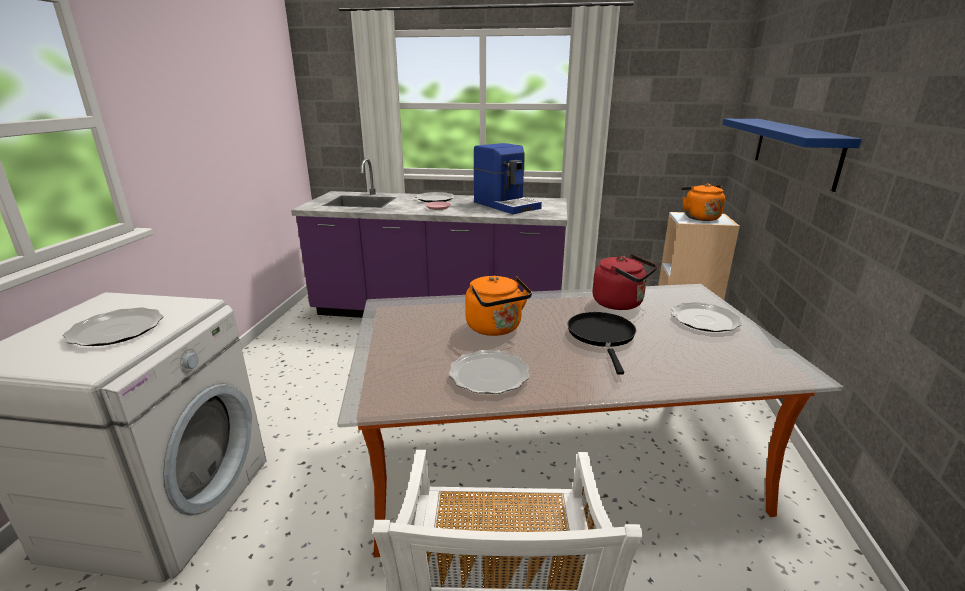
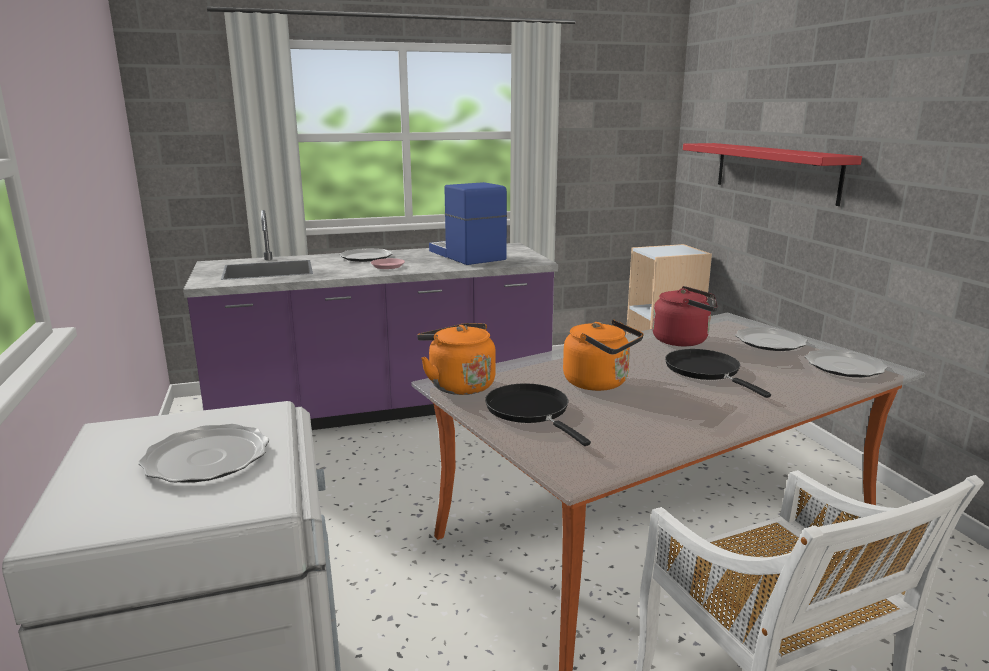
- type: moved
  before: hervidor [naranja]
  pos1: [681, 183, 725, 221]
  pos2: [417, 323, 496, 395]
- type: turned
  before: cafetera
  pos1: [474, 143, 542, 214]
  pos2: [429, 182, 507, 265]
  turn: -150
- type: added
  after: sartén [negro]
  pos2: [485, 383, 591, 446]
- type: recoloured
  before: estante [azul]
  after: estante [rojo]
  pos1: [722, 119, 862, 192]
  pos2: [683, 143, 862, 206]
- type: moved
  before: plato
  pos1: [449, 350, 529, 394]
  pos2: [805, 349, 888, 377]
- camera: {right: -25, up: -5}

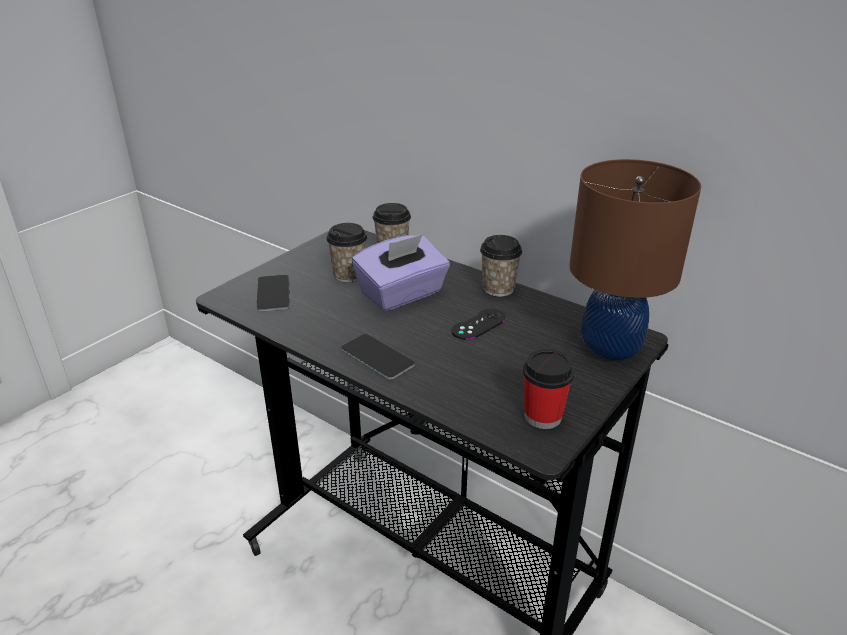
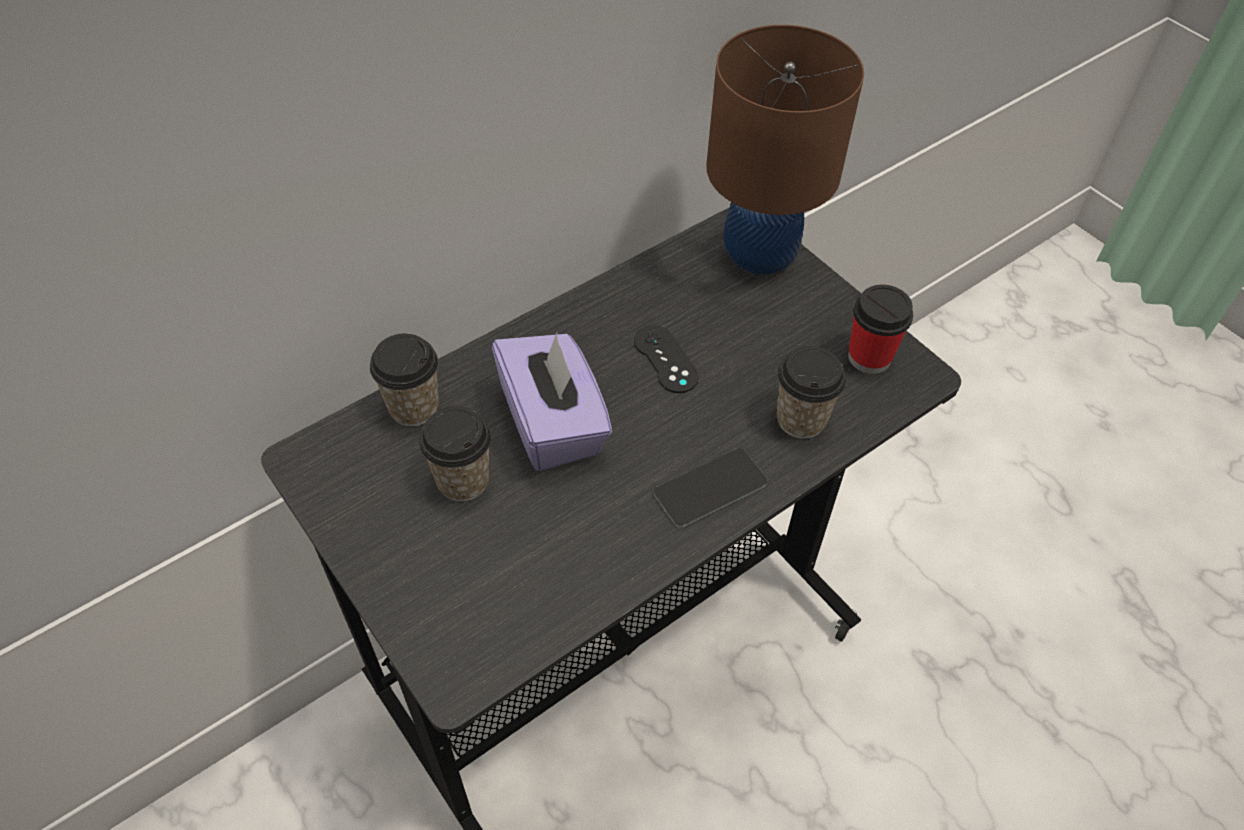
- type: moved
  before: taza
  pos1: [480, 235, 522, 297]
  pos2: [777, 346, 846, 439]
- type: removed
  before: móvil
  pos1: [256, 275, 290, 312]
- camera: {right: -75, up: 20}

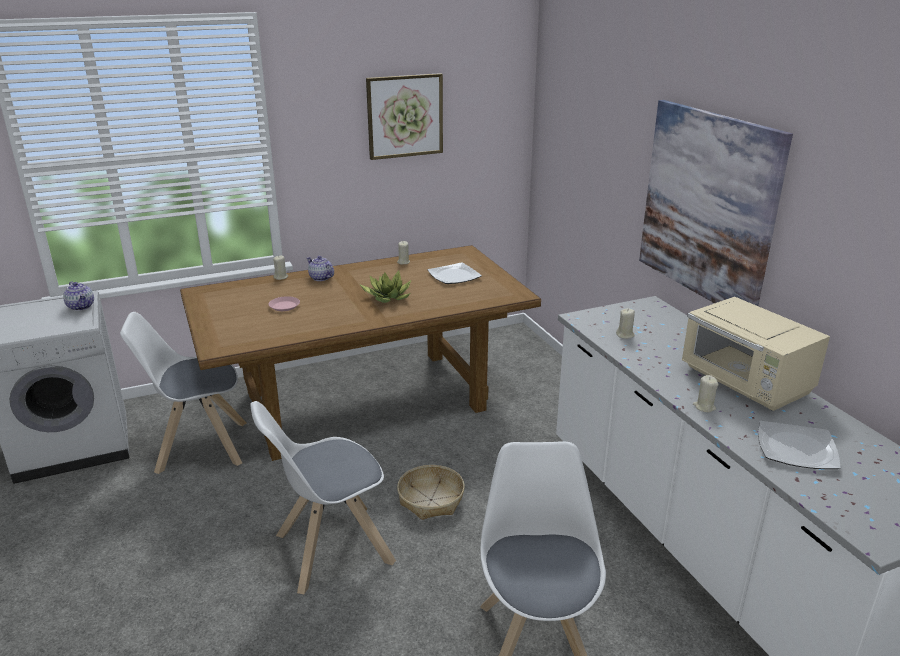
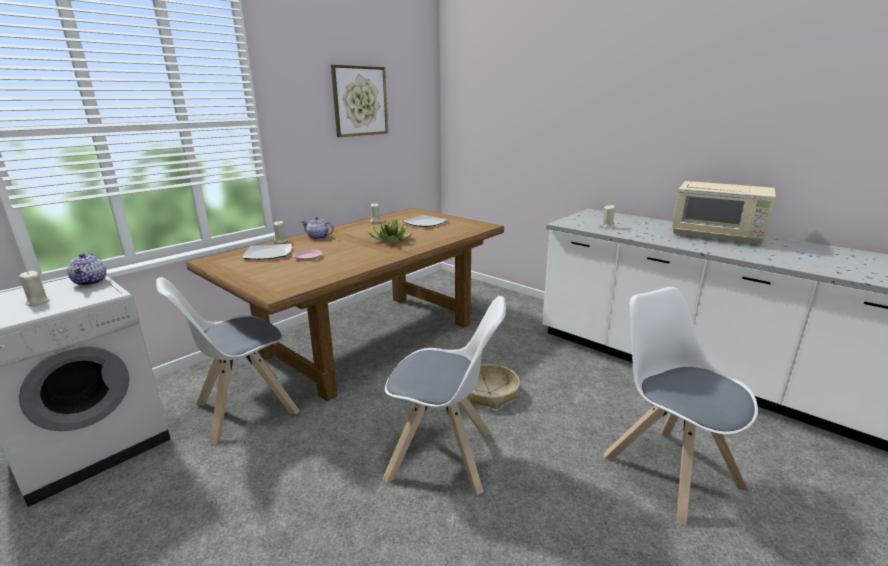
- type: moved
  before: vela [beis]
  pos1: [693, 375, 719, 412]
  pos2: [19, 271, 50, 306]
- type: turned
  before: tetera
  pos1: [63, 281, 94, 311]
  pos2: [67, 253, 107, 286]
  turn: 45
- type: moved
  before: plato
  pos1: [758, 421, 840, 469]
  pos2: [242, 243, 292, 260]
- type: turned
  before: silla
  pos1: [250, 401, 396, 594]
  pos2: [382, 296, 506, 495]
  turn: -120
- type: removed
  before: cuadro
  pos1: [639, 100, 793, 306]
- camera: {right: -25, up: -5}

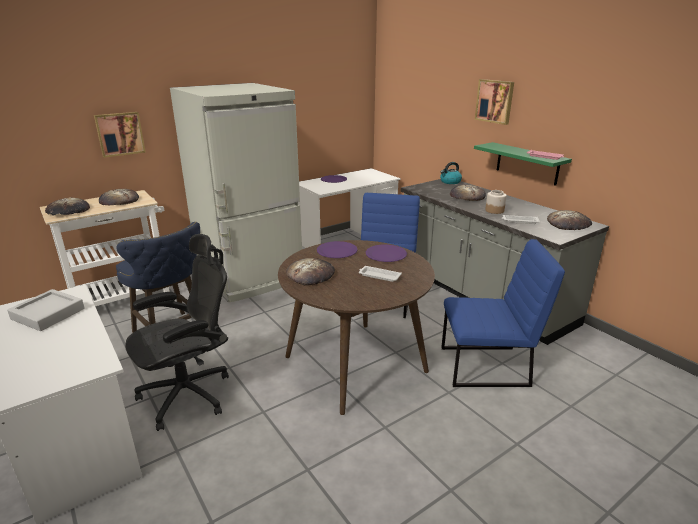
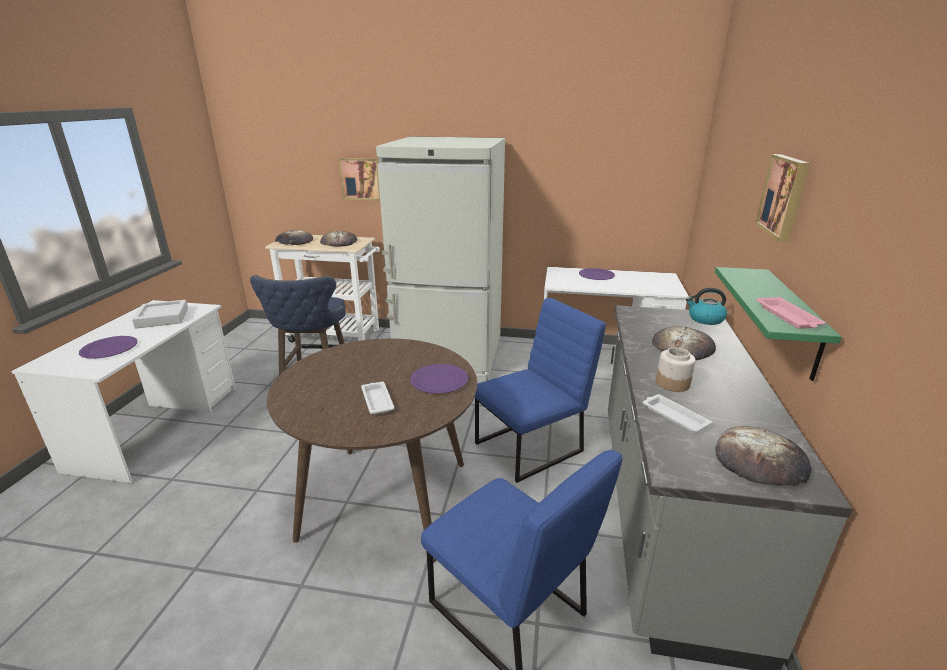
- type: moved
  before: plato [morado]
  pos1: [317, 241, 358, 258]
  pos2: [79, 336, 138, 359]
- type: removed
  before: silla de oficina
  pos1: [125, 234, 229, 431]
- type: removed
  before: pan
  pos1: [286, 258, 335, 285]
- camera: {right: 45, up: 0}

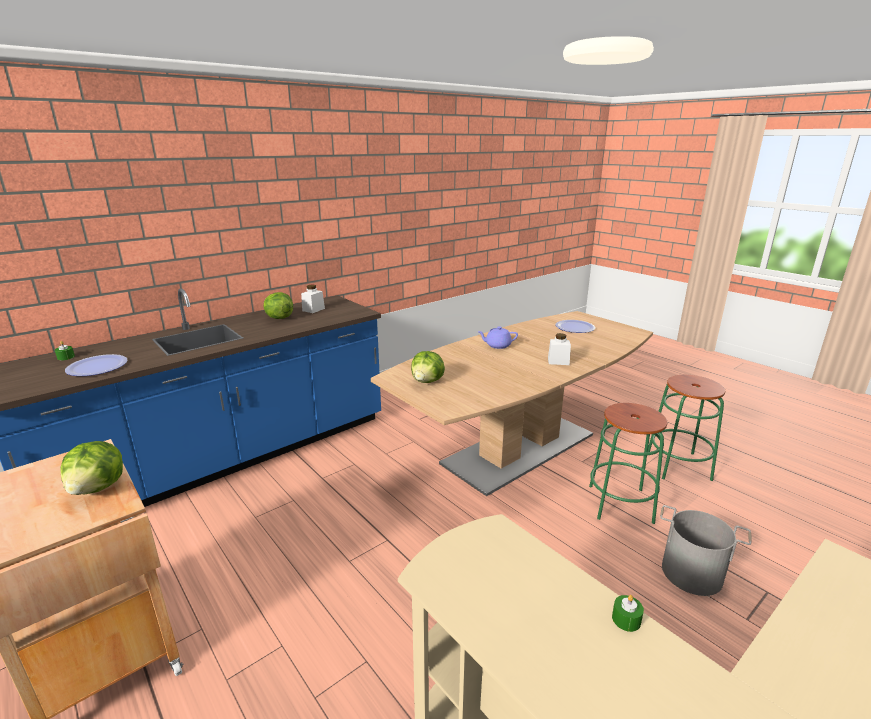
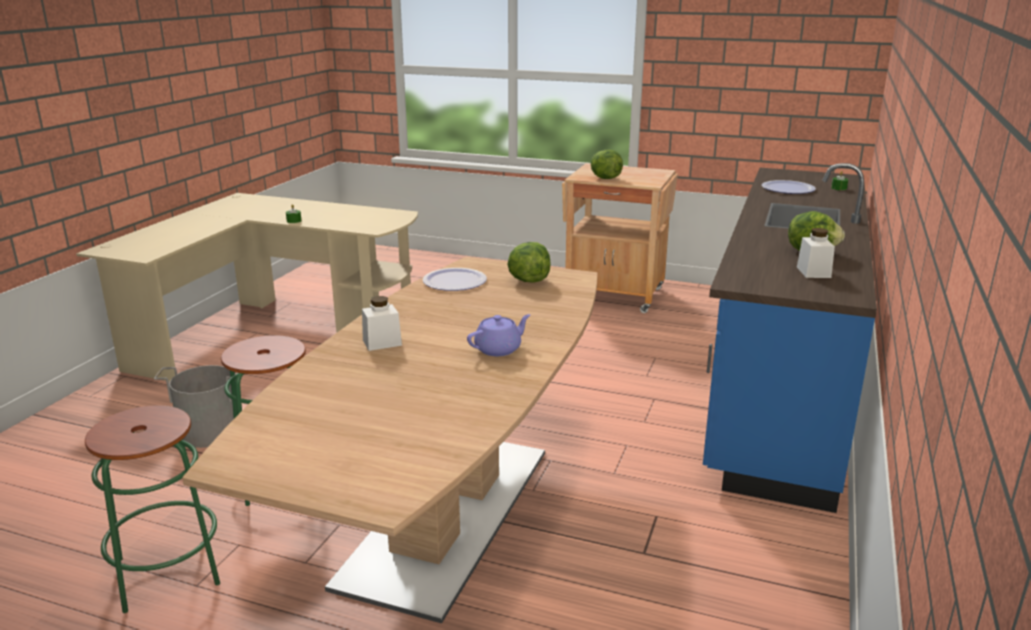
- type: moved
  before: plato
  pos1: [555, 320, 595, 333]
  pos2: [422, 268, 487, 291]
- camera: {right: 150, up: 0}

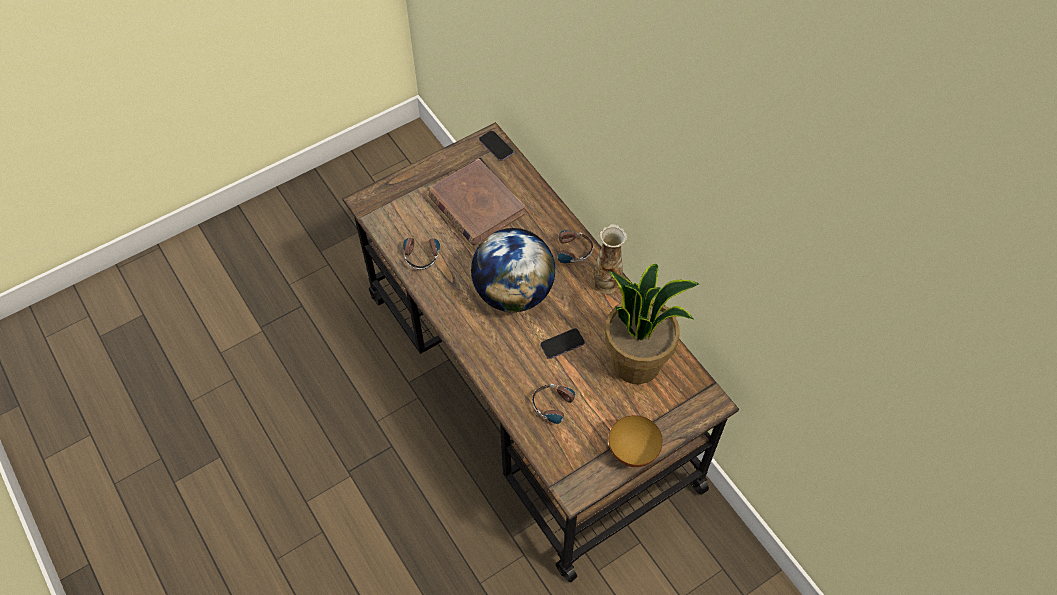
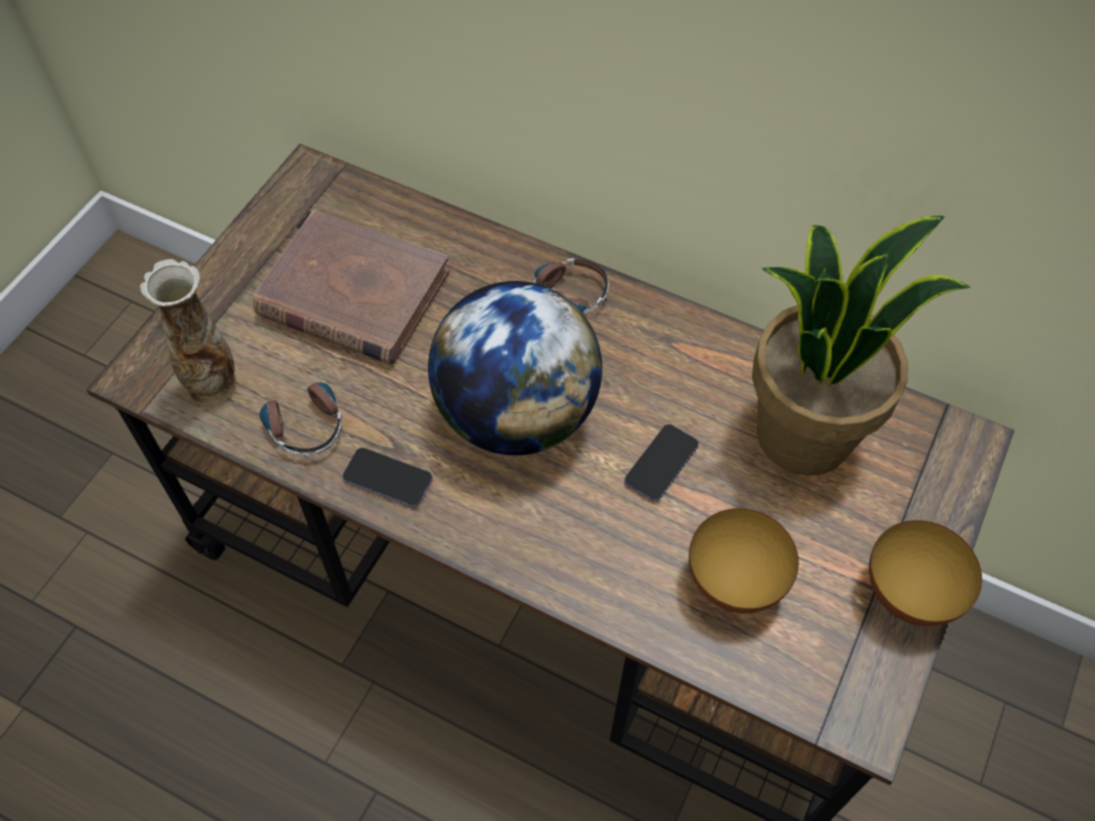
- type: moved
  before: florero
  pos1: [594, 224, 627, 294]
  pos2: [140, 259, 236, 405]
- type: moved
  before: móvil
  pos1: [479, 130, 514, 161]
  pos2: [342, 448, 433, 508]
- type: replaced
  before: auriculares
  after: cuenco
  pos1: [532, 384, 580, 426]
  pos2: [689, 508, 799, 613]
- camera: {right: -30, up: 0}

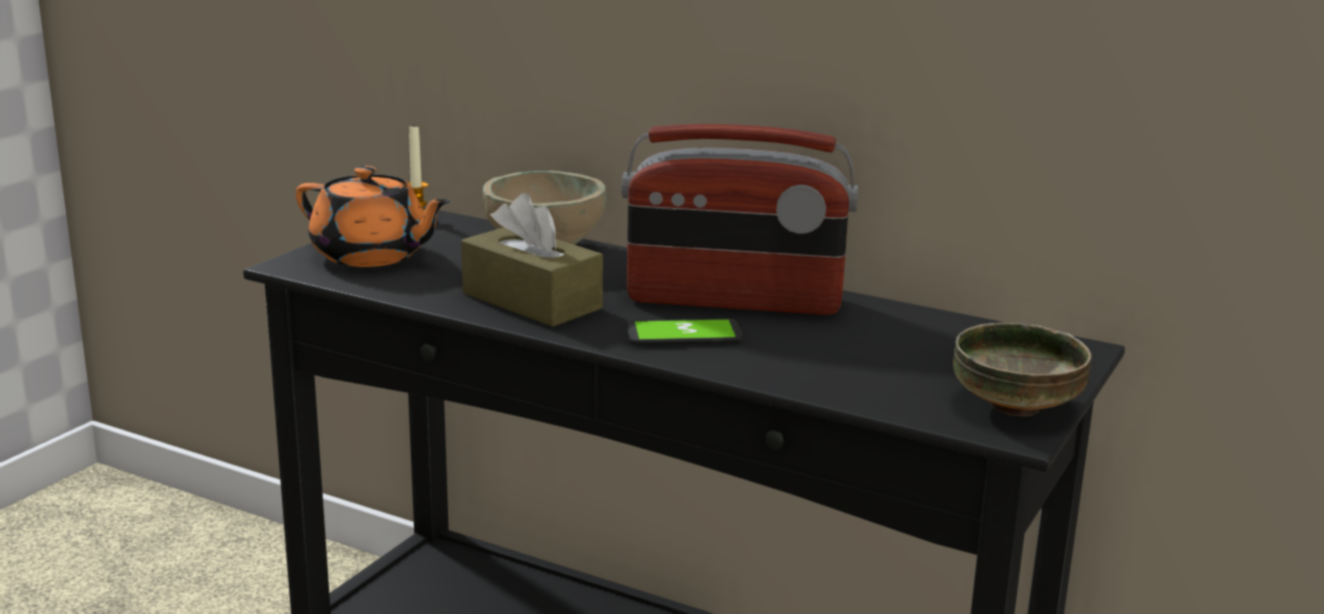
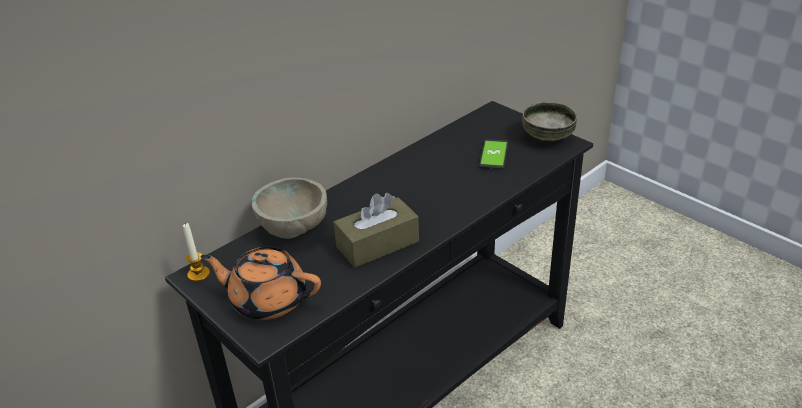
- type: turned
  before: tetera [naranja]
  pos1: [296, 166, 451, 267]
  pos2: [201, 247, 321, 320]
  turn: -120
- type: moved
  before: móvil
  pos1: [626, 318, 743, 345]
  pos2: [479, 139, 509, 170]
- type: removed
  before: radio
  pos1: [621, 124, 858, 315]
- camera: {right: -70, up: 15}

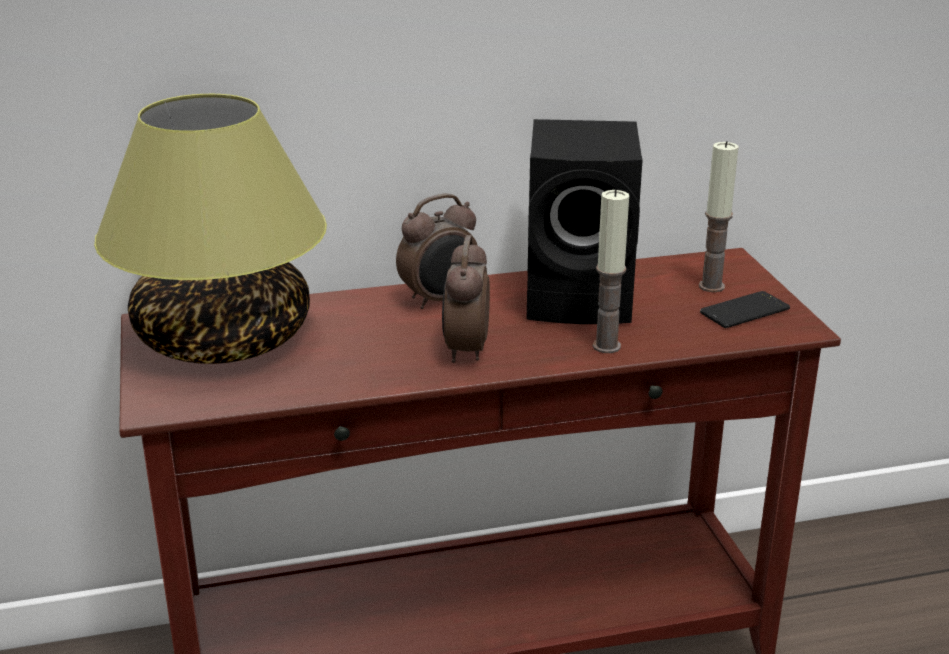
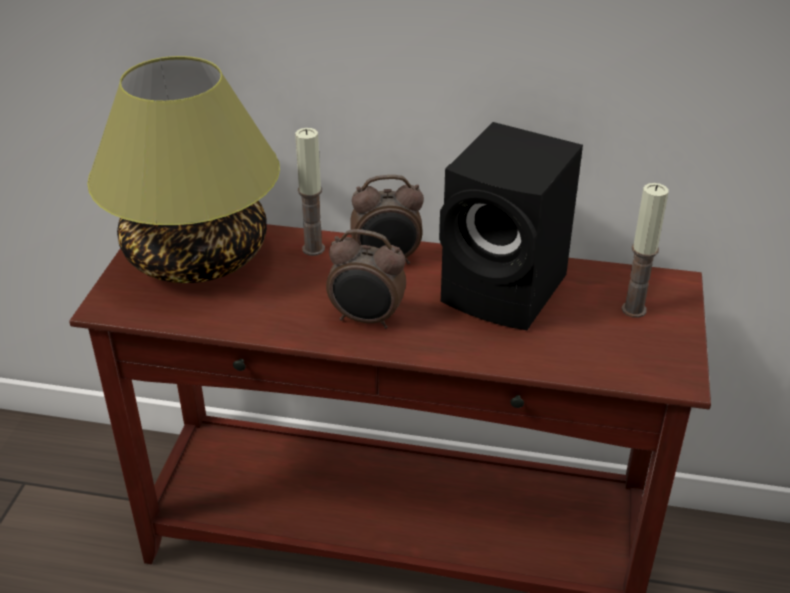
- type: moved
  before: vela
  pos1: [593, 190, 629, 353]
  pos2: [295, 128, 325, 256]
- type: turned
  before: despertador
  pos1: [442, 235, 490, 363]
  pos2: [326, 229, 406, 329]
  turn: -105
- type: removed
  before: móvil
  pos1: [700, 291, 790, 328]
- camera: {right: 25, up: 10}

